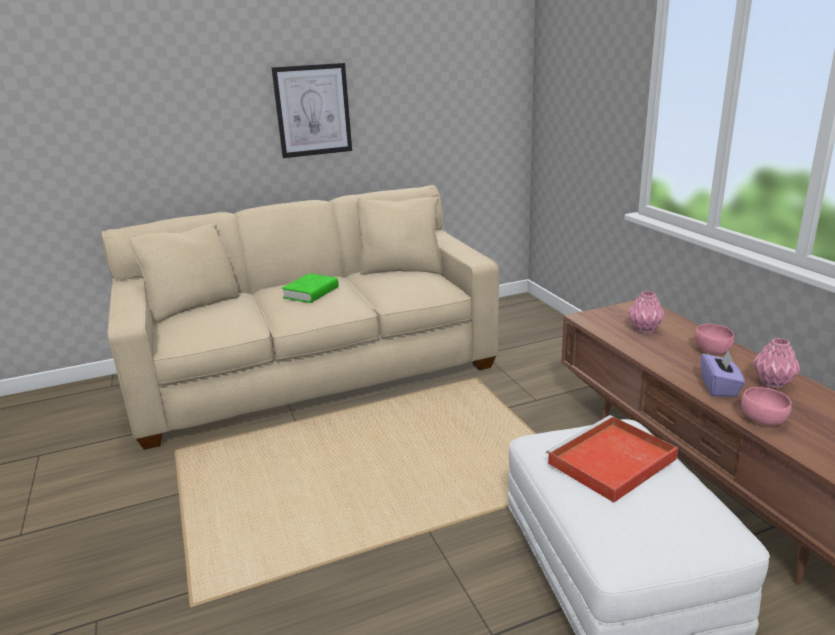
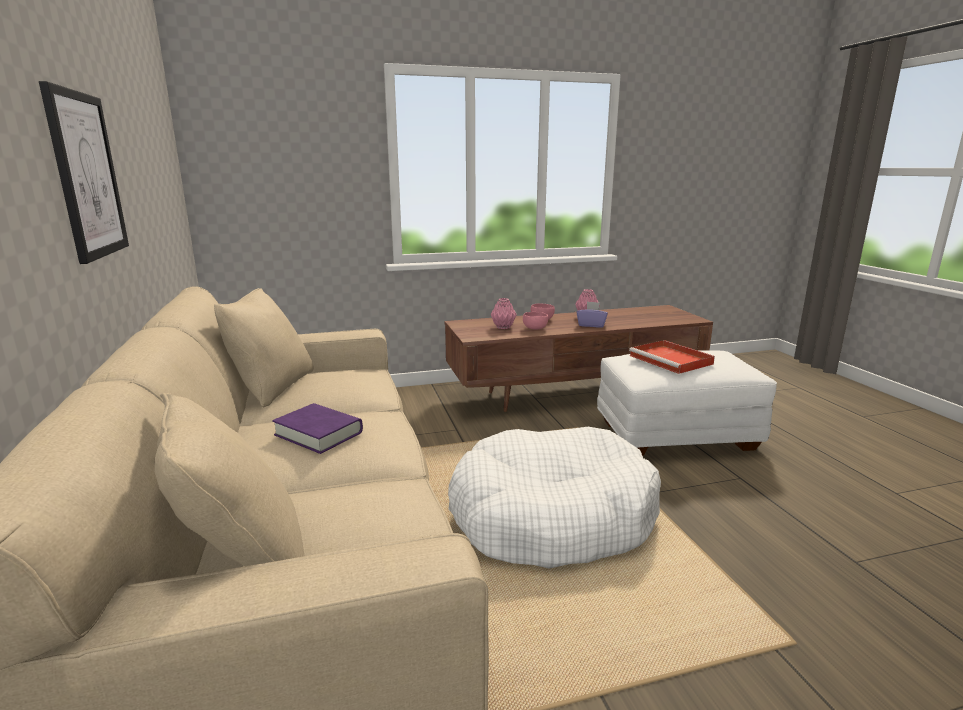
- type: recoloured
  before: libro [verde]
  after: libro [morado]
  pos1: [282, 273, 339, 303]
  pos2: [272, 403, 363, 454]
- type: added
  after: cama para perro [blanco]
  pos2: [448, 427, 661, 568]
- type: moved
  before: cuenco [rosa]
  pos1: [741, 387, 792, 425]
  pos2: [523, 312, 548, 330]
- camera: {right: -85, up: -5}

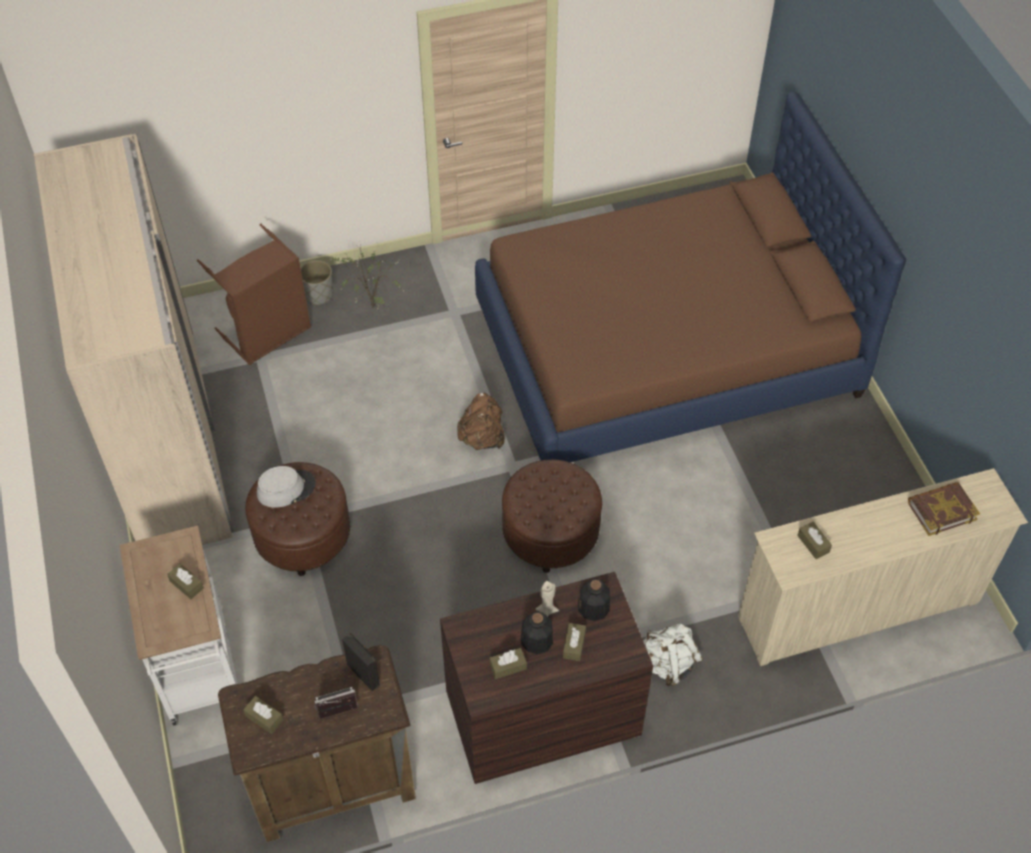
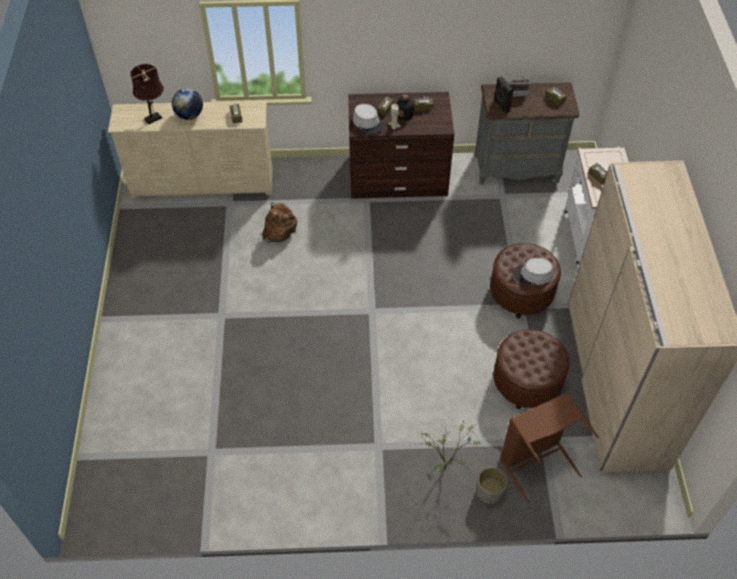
- type: replaced
  before: libro
  after: lámpara de mesa [marrón]
  pos1: [908, 482, 980, 536]
  pos2: [130, 64, 164, 124]
- type: added
  after: globo terráqueo
  pos2: [172, 88, 203, 120]
- type: moved
  before: mochila [marrón]
  pos1: [457, 392, 505, 450]
  pos2: [262, 202, 297, 243]
- type: replaced
  before: botella
  after: sombrero [gris]
  pos1: [578, 578, 610, 621]
  pos2: [353, 104, 384, 134]
- type: moved
  before: puf [marrón]
  pos1: [502, 459, 602, 573]
  pos2: [493, 329, 569, 409]
- type: removed
  before: cama [marrón]
  pos1: [475, 92, 906, 462]
- type: removed
  before: mochila [blanco]
  pos1: [643, 624, 703, 686]
- camera: {right: -165, up: 0}

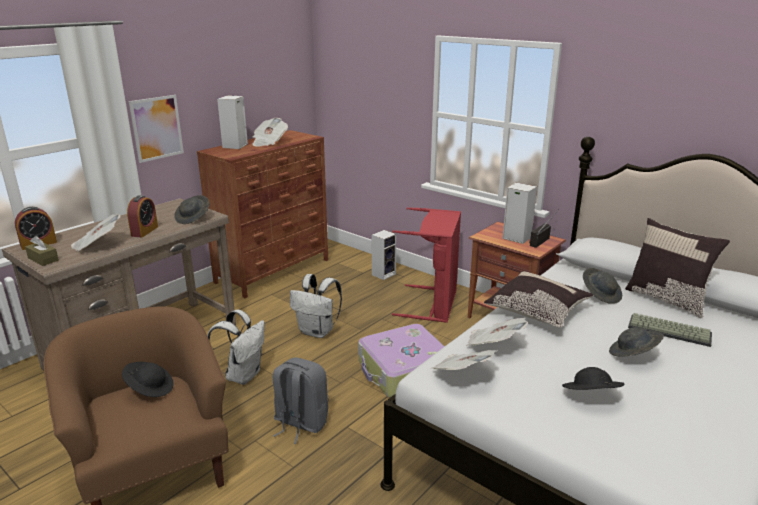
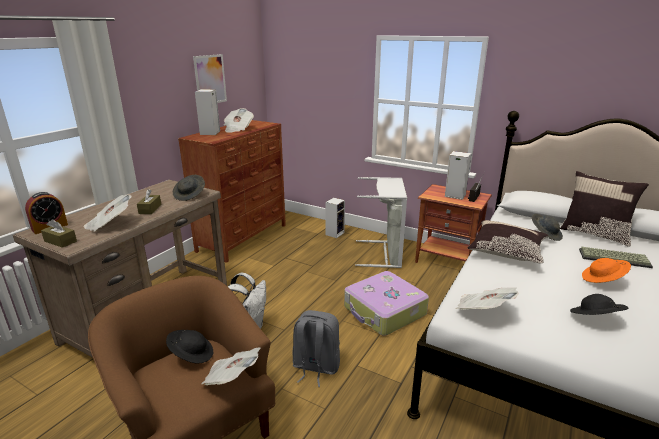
- type: replaced
  before: despertador
  after: caja de pañuelos [marrón]
  pos1: [127, 195, 158, 237]
  pos2: [137, 189, 161, 214]
- type: moved
  before: cuadro
  pos1: [129, 95, 184, 163]
  pos2: [193, 54, 227, 103]
- type: moved
  before: periódico
  pos1: [466, 317, 528, 346]
  pos2: [201, 348, 260, 385]
- type: recoloured
  before: cesto de la ropa [rojo]
  after: cesto de la ropa [gris]
  pos1: [392, 207, 461, 323]
  pos2: [355, 177, 407, 268]
- type: recoloured
  before: sombrero [gris]
  after: sombrero [naranja]
  pos1: [609, 328, 664, 357]
  pos2: [582, 258, 631, 283]
- type: removed
  before: mochila [blanco]
  pos1: [290, 274, 342, 338]
- camera: {right: -10, up: 0}

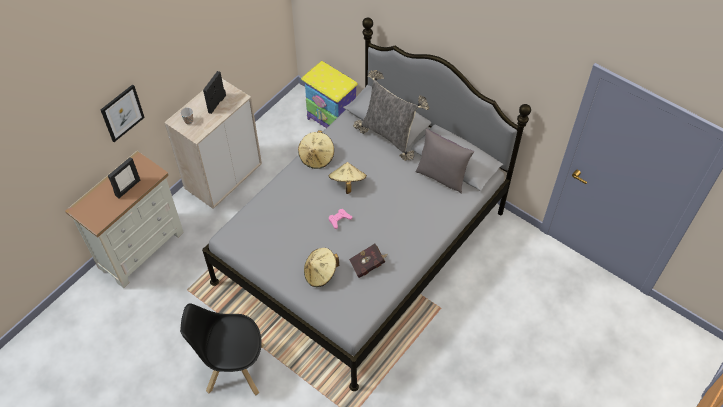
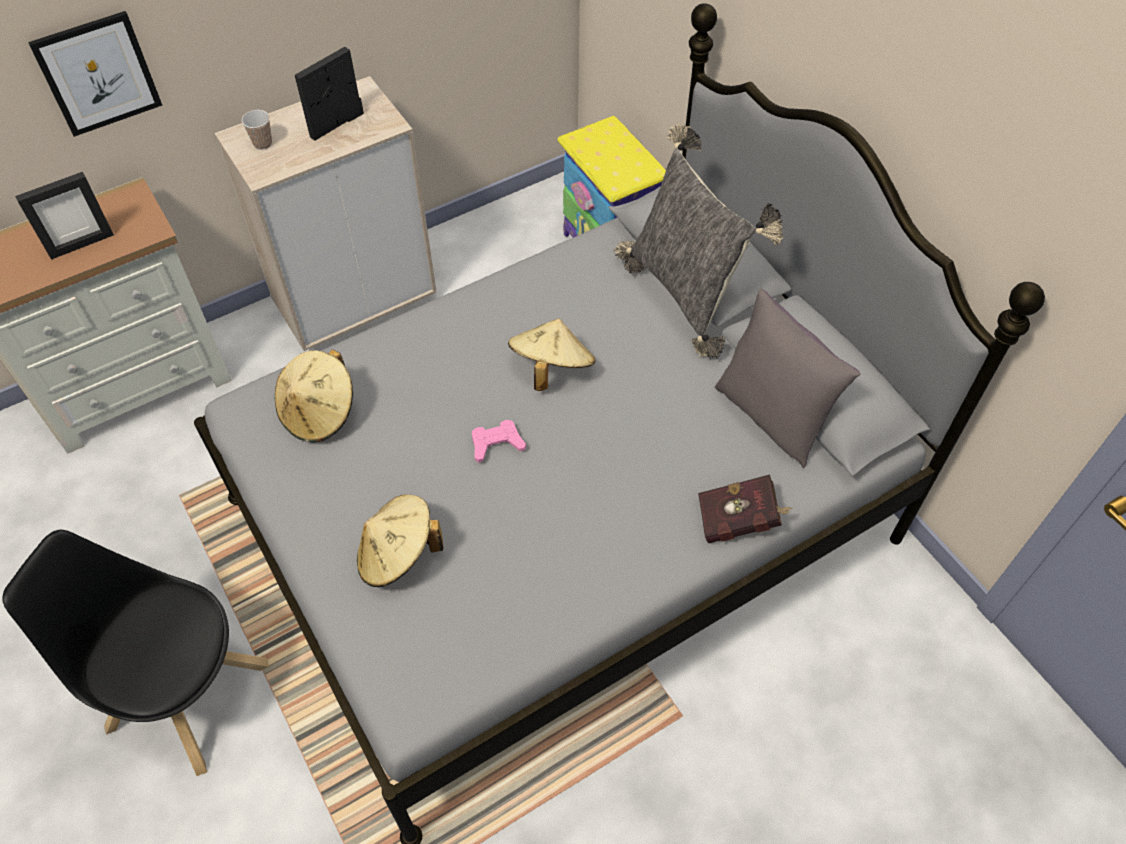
- type: moved
  before: sombrero [beis]
  pos1: [298, 130, 334, 169]
  pos2: [275, 350, 353, 443]
- type: moved
  before: libro [rojo]
  pos1: [349, 244, 387, 278]
  pos2: [698, 474, 793, 543]
- camera: {right: 20, up: 0}

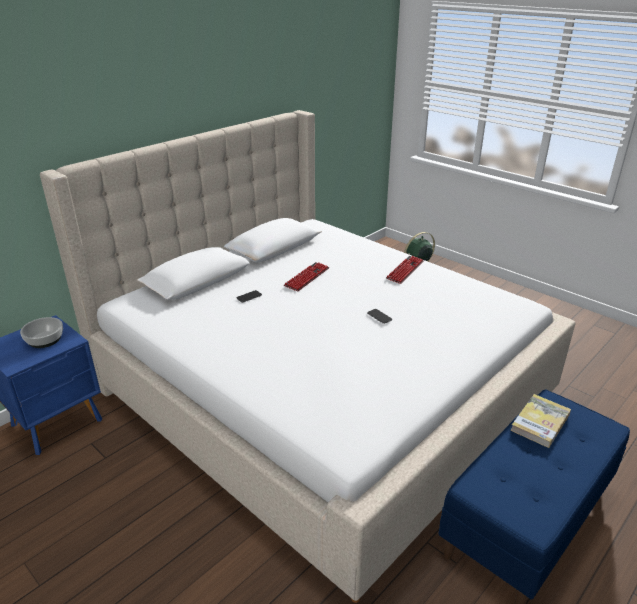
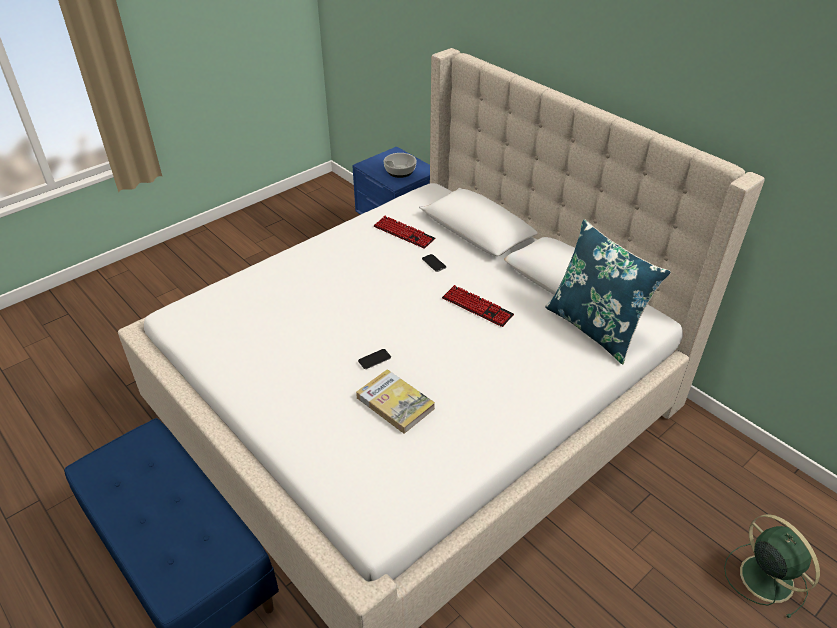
- type: moved
  before: libro
  pos1: [510, 394, 571, 448]
  pos2: [356, 369, 435, 434]
- type: moved
  before: teclado
  pos1: [386, 256, 424, 284]
  pos2: [374, 216, 435, 249]
- type: added
  after: cojín [azul]
  pos2: [545, 219, 671, 365]
- camera: {right: 95, up: 10}

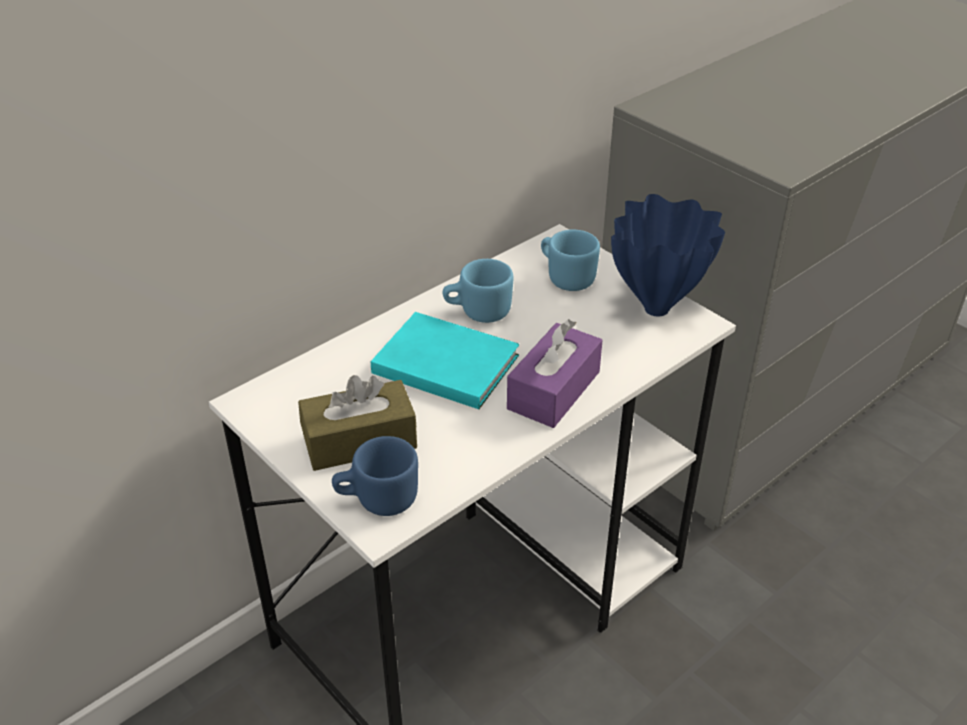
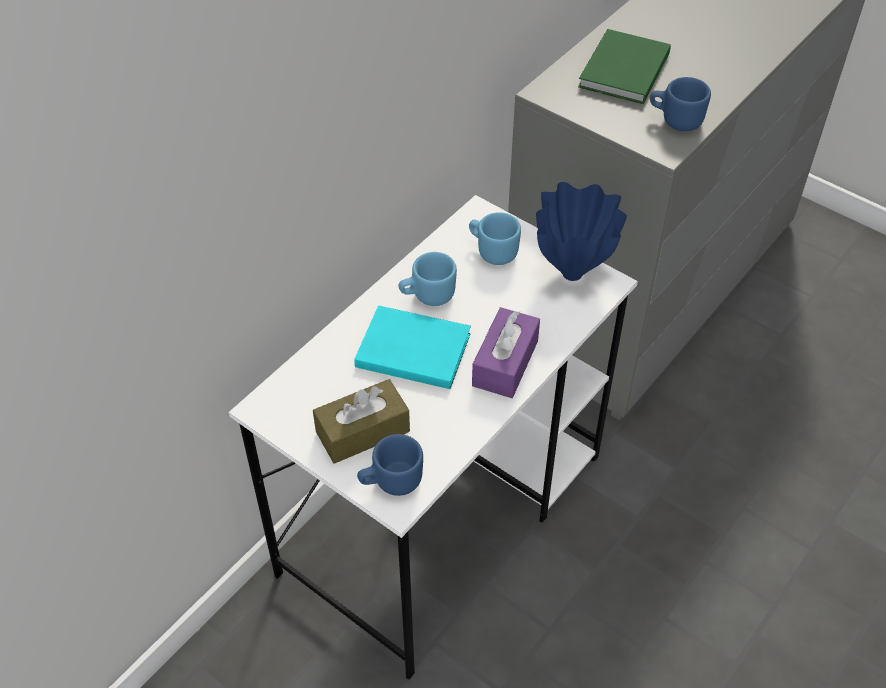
- type: added
  after: libro [verde]
  pos2: [578, 29, 671, 104]
- type: added
  after: taza grande [azul]
  pos2: [650, 77, 711, 131]
- camera: {right: -10, up: 10}

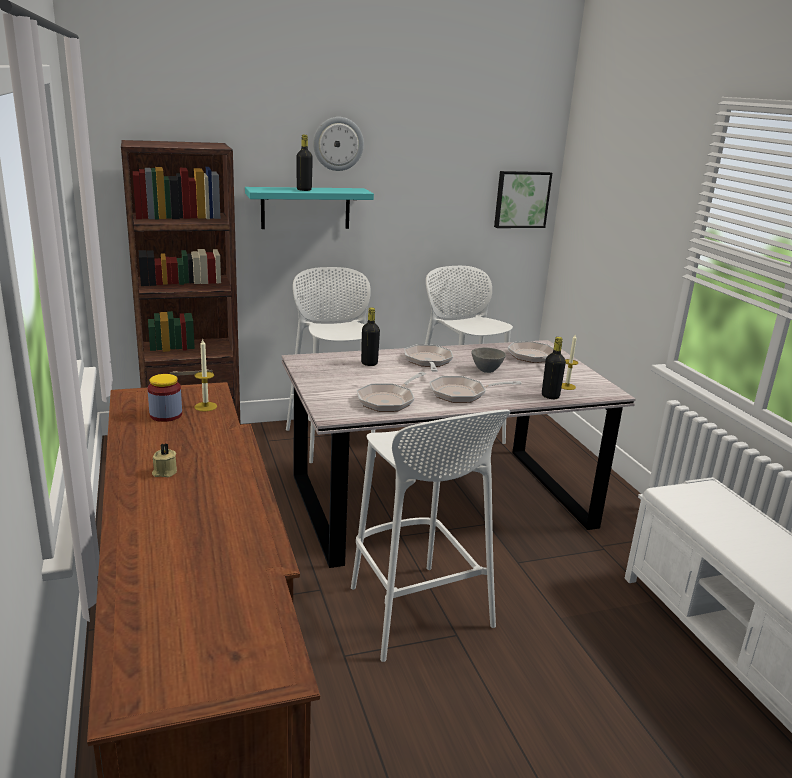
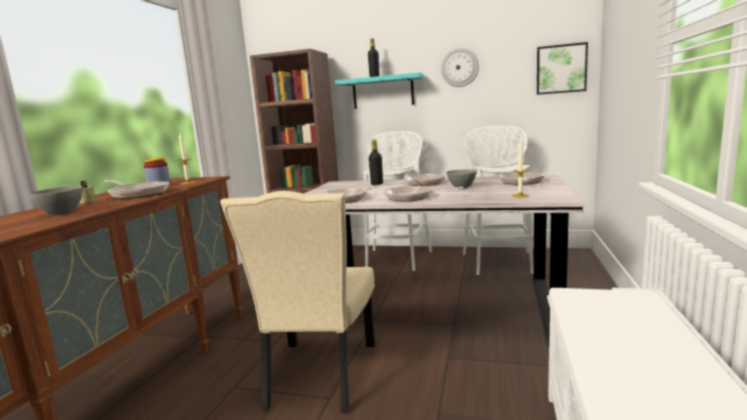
- type: added
  after: cuenco [gris]
  pos2: [29, 186, 83, 215]
- type: added
  after: sartén
  pos2: [103, 180, 169, 199]
- type: replaced
  before: taburete [blanco]
  after: silla [beis]
  pos1: [351, 410, 511, 662]
  pos2: [220, 191, 375, 413]
- type: moved
  before: reloj de pared
  pos1: [313, 117, 364, 171]
  pos2: [441, 48, 479, 87]
- type: removed
  before: botella [negro]
  pos1: [542, 337, 566, 399]
- camera: {right: 35, up: -10}

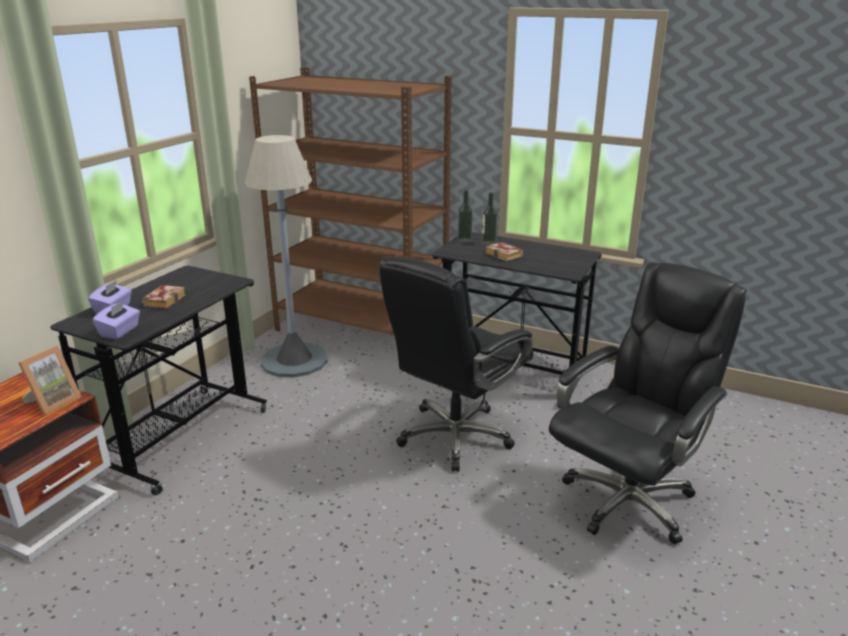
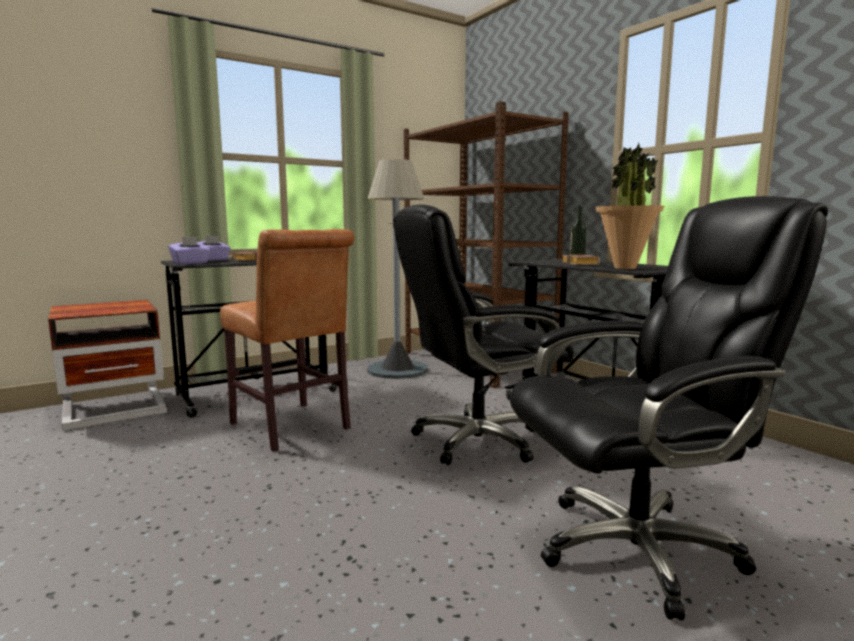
- type: added
  after: silla [marrón]
  pos2: [220, 229, 354, 452]
- type: added
  after: planta en maceta
  pos2: [596, 143, 664, 269]
- type: removed
  before: portarretratos
  pos1: [19, 345, 81, 415]
- type: removed
  before: botella
  pos1: [458, 190, 473, 243]
- camera: {right: 30, up: -15}

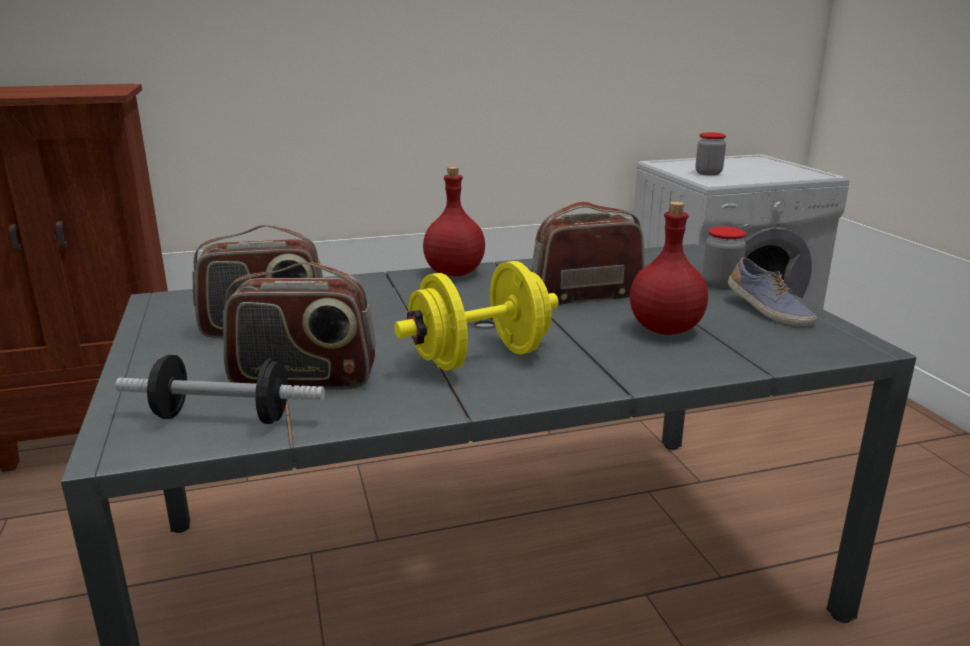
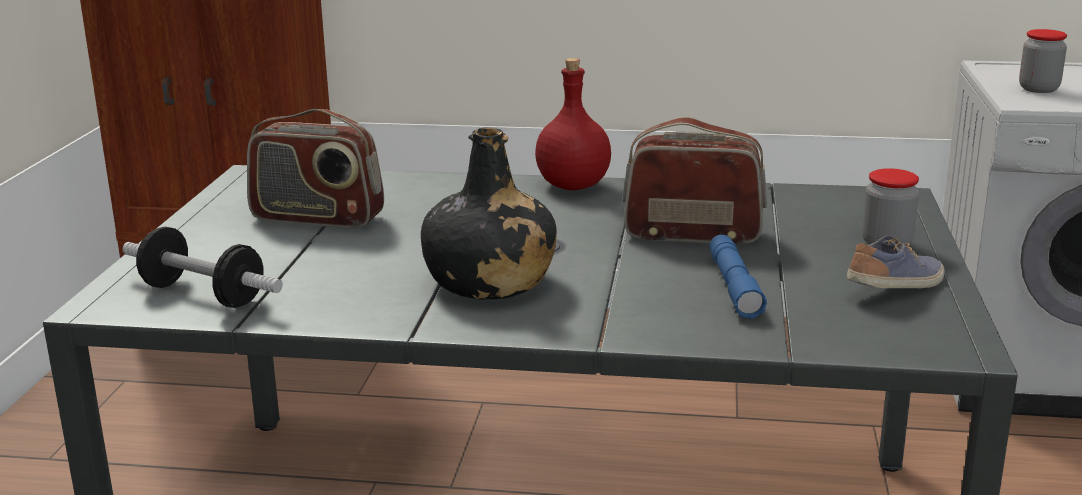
- type: replaced
  before: mancuerna [amarillo]
  after: botella [negro]
  pos1: [394, 261, 558, 371]
  pos2: [421, 128, 557, 300]
- type: replaced
  before: botella [rojo]
  after: linterna [azul]
  pos1: [630, 202, 708, 335]
  pos2: [709, 235, 767, 319]
- type: turned
  before: zapato
  pos1: [728, 257, 817, 326]
  pos2: [847, 235, 945, 288]
  turn: -120
- type: removed
  before: radio
  pos1: [223, 262, 376, 389]
- camera: {right: 25, up: 0}

